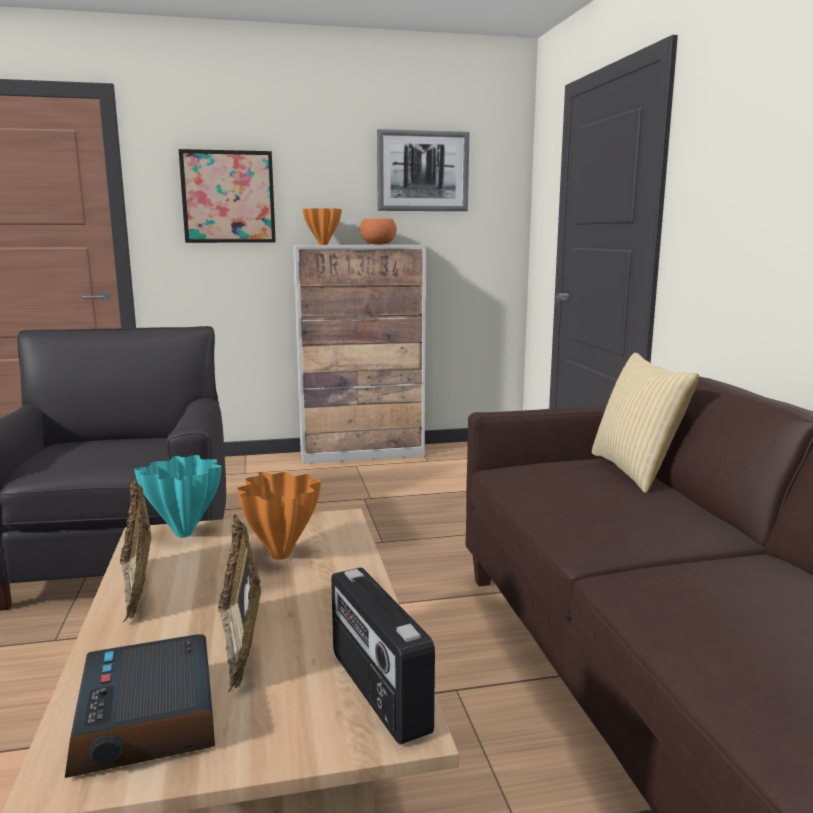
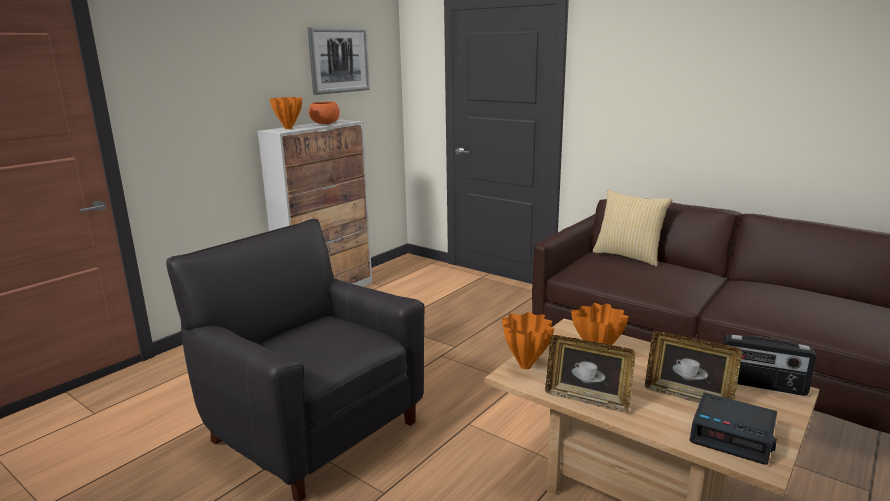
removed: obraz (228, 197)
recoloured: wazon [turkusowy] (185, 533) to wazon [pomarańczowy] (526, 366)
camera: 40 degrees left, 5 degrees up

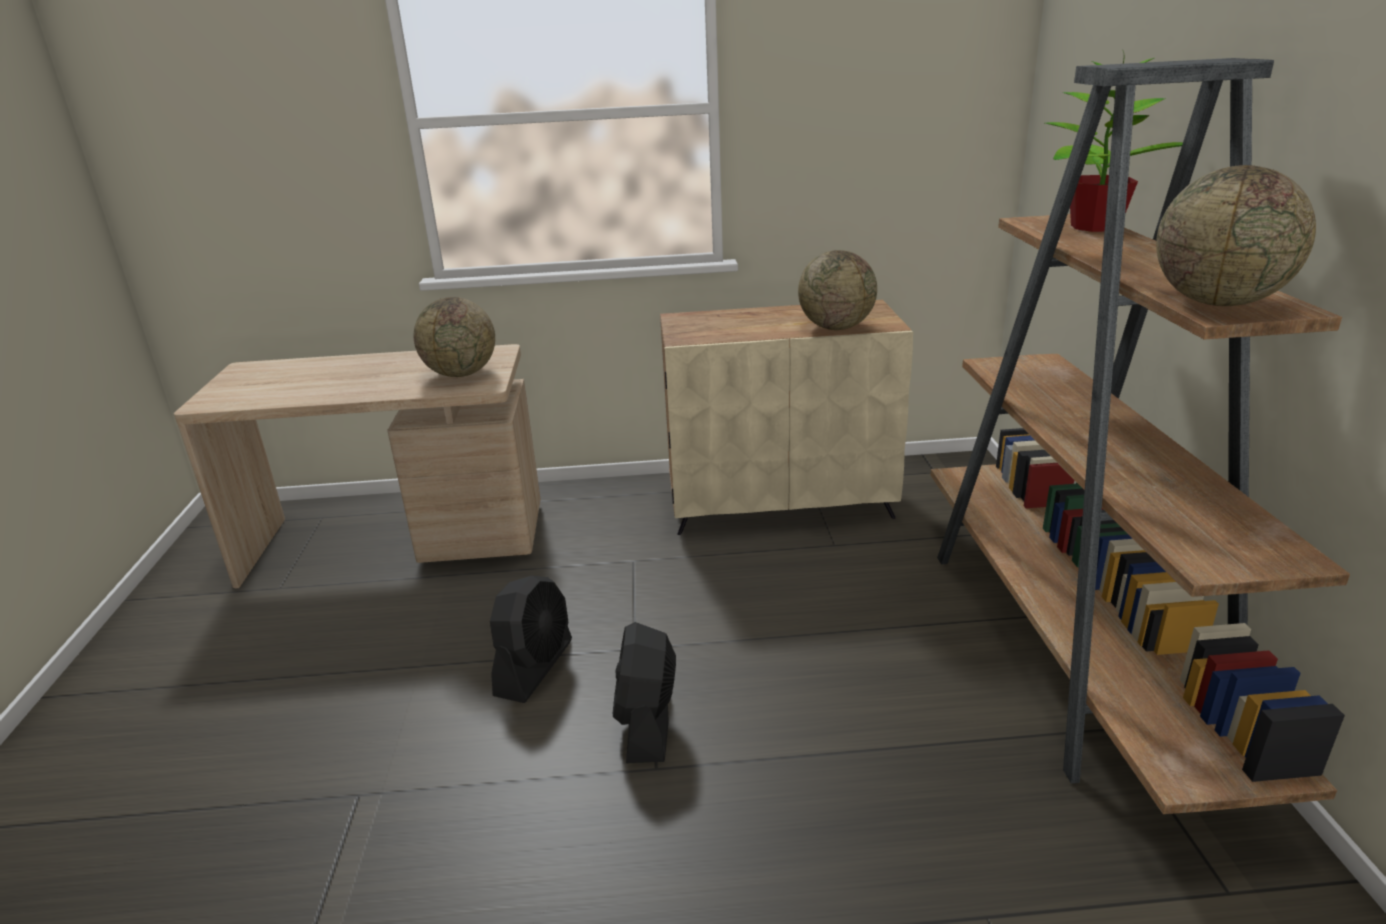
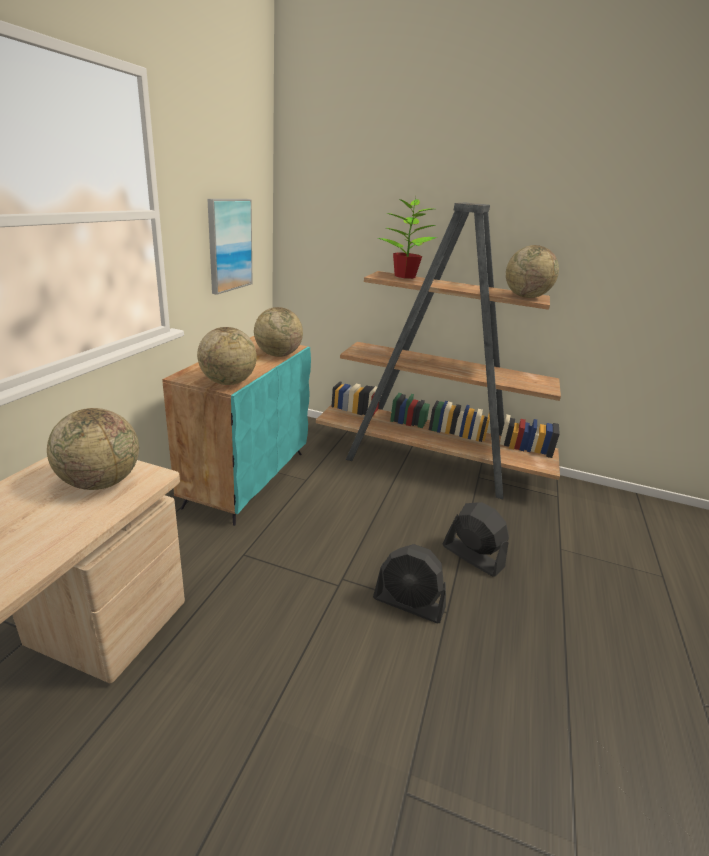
added: obraz (229, 245); globus (228, 382)
moved: wentylator [czarny] (534, 667) to (472, 556)
recoloured: szafka [beżowy] (781, 504) to szafka [turkusowy] (247, 478)
camera: 70 degrees left, 0 degrees up

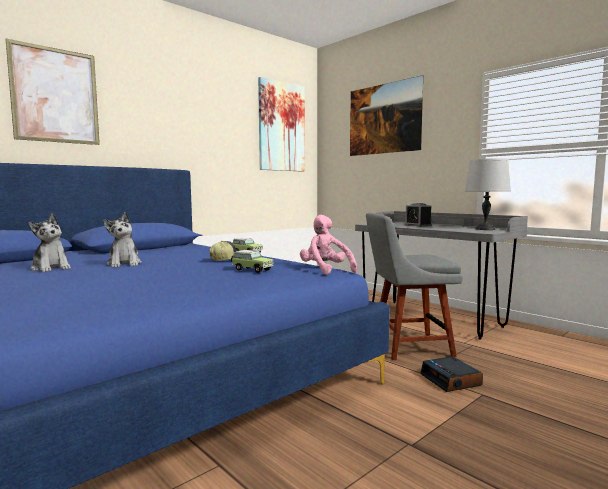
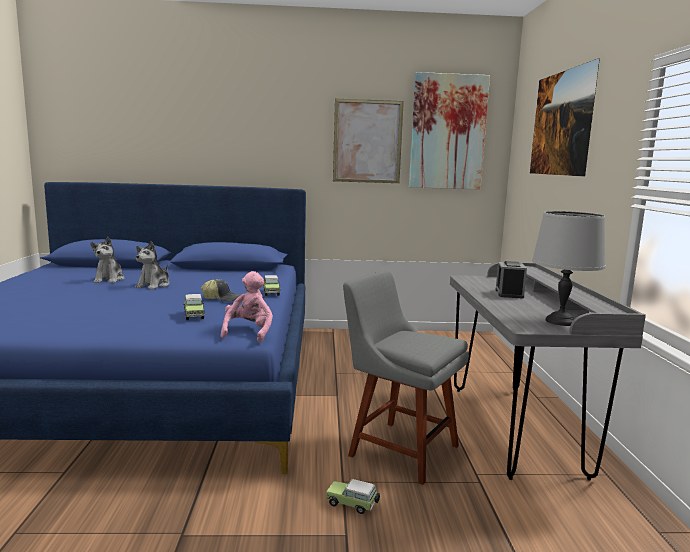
moved: obraz (55, 95) to (367, 141)
replaced: budzik (451, 380) to samochodzik (352, 504)
camera: 40 degrees right, 5 degrees up

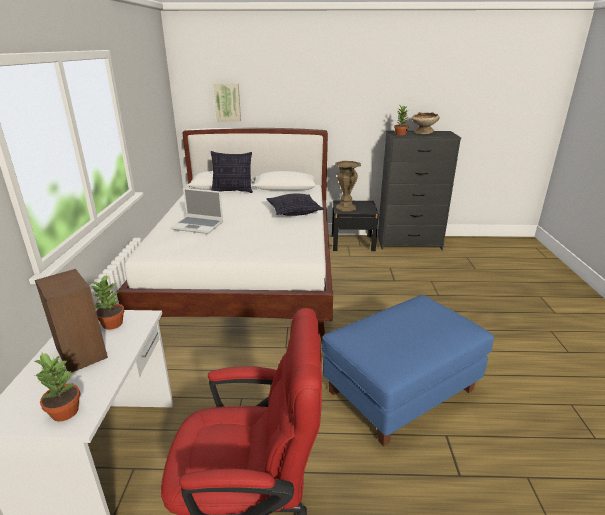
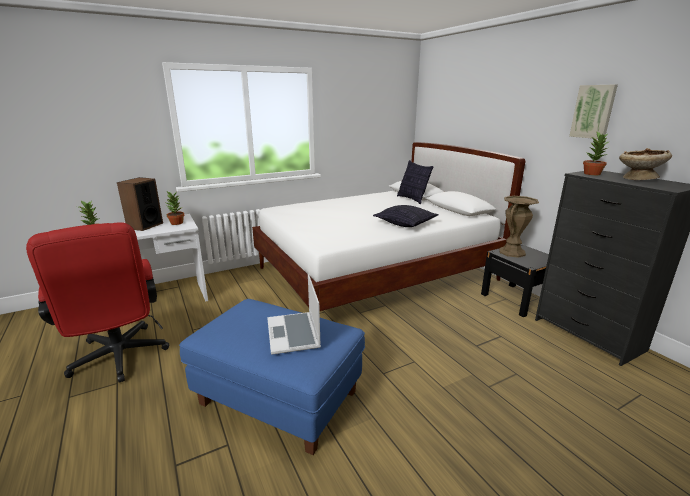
moved: obraz (227, 102) to (593, 111); laptop (198, 226) to (294, 334)
camera: 60 degrees right, 5 degrees down

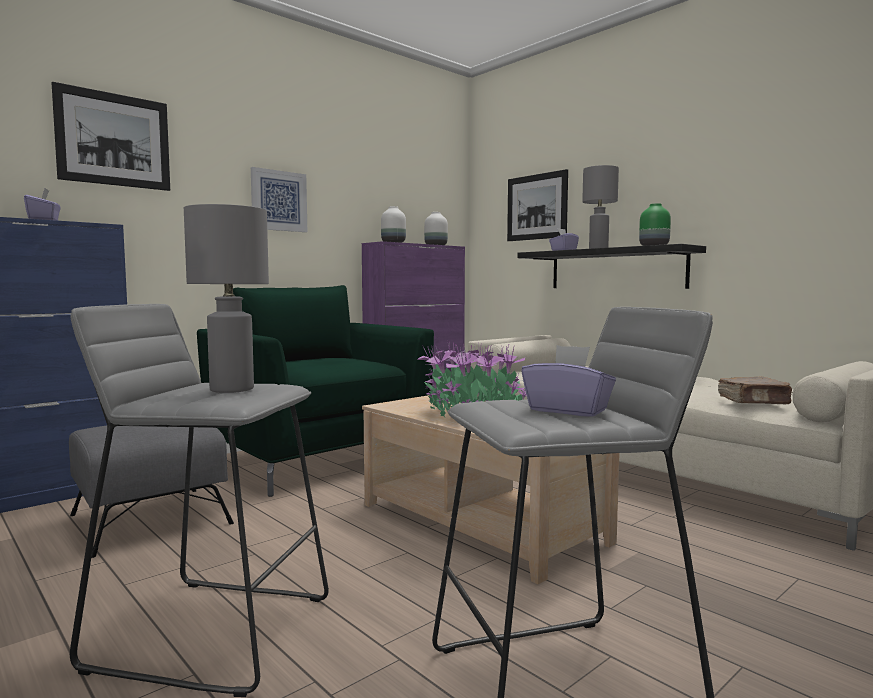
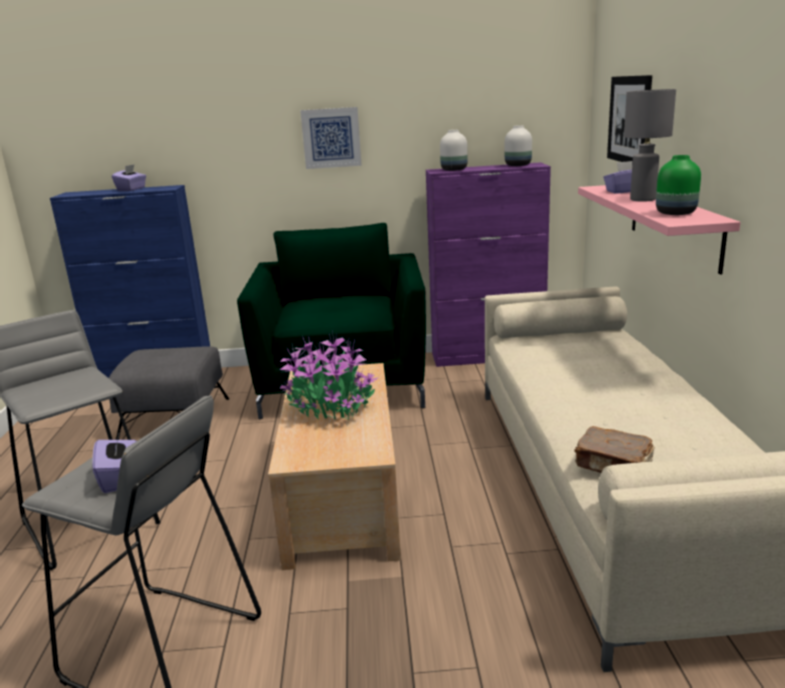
removed: obraz (114, 140); lampa stołowa [szary] (232, 390)
recoloured: półka [czarny] (616, 269) to półka [różowy] (674, 224)
camera: 40 degrees right, 15 degrees up

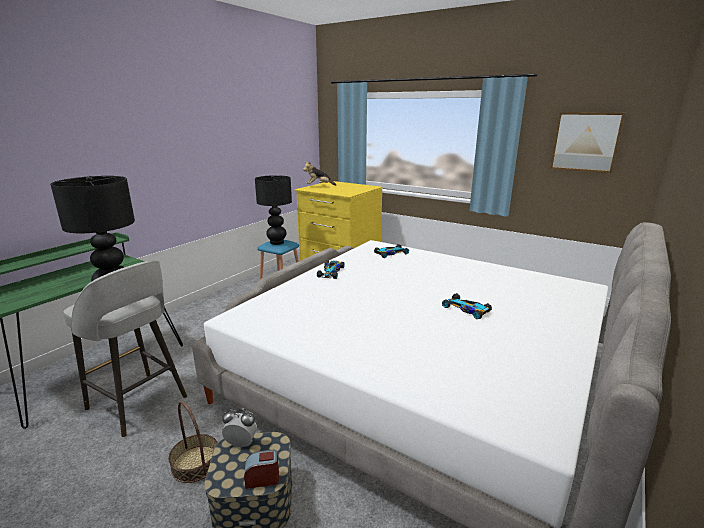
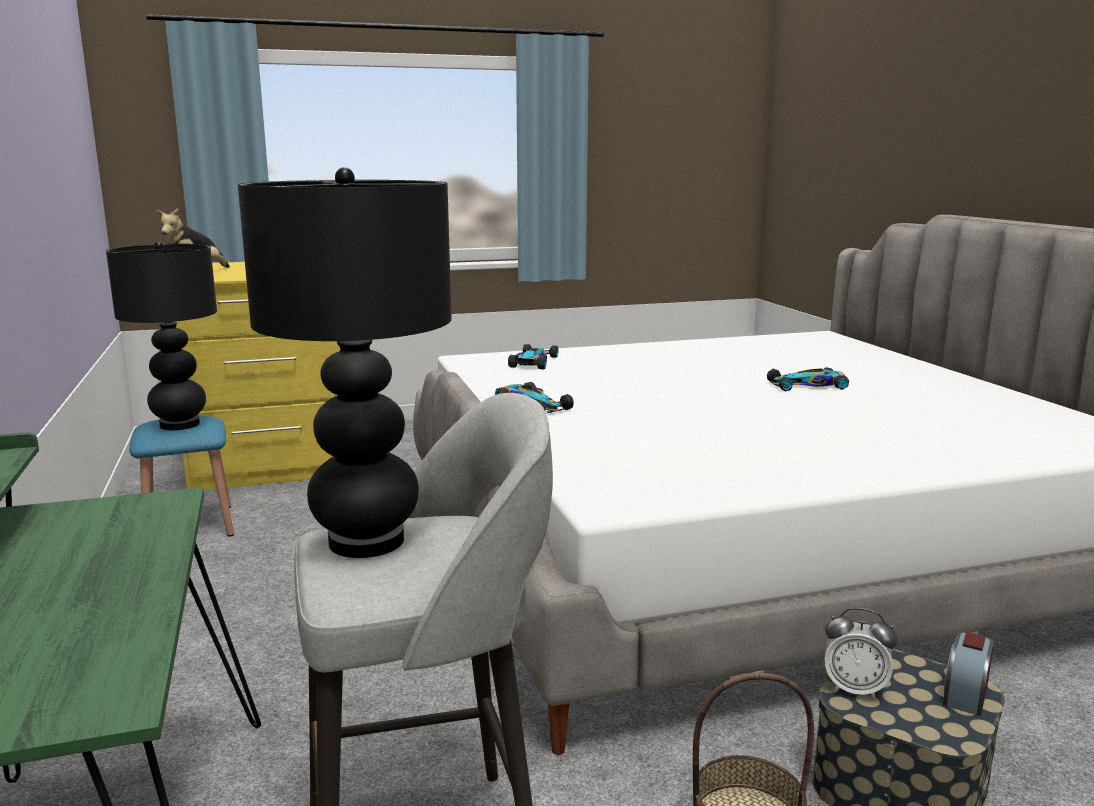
removed: obraz (585, 142)
turned: budzik (241, 443) = (854, 689) 120 degrees counterclockwise
camera: 50 degrees left, 5 degrees down

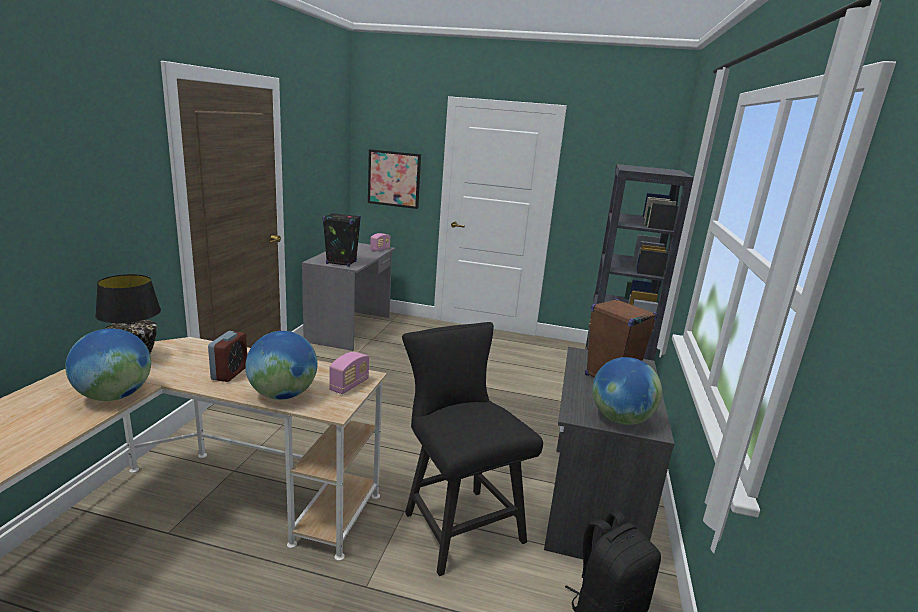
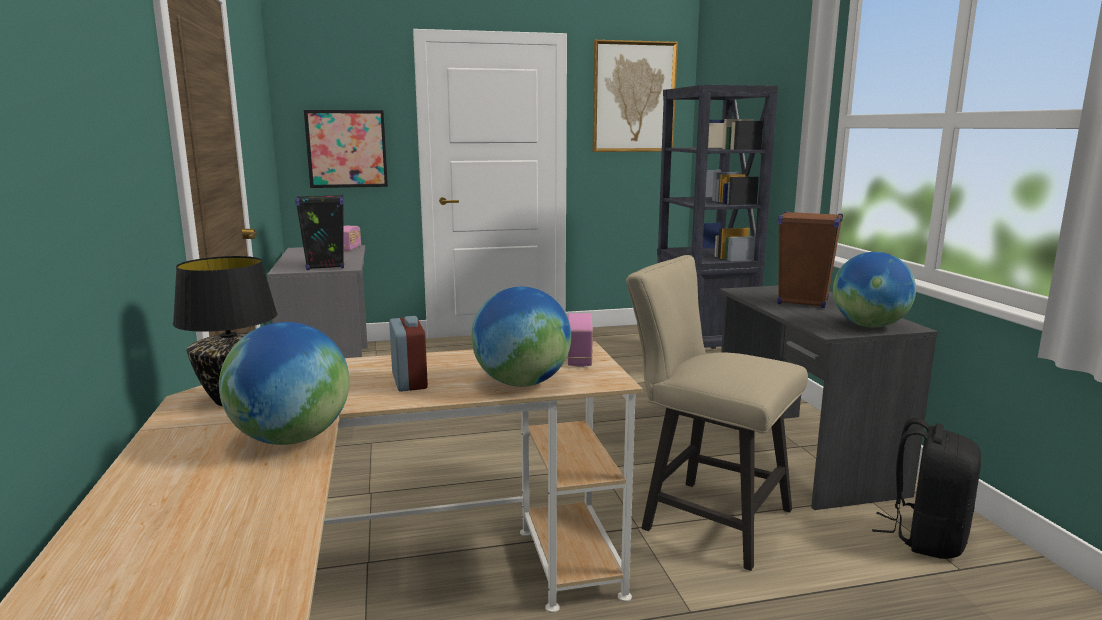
added: obraz (633, 97)
recoloured: krzesło [czarny] (457, 522) to krzesło [beżowy] (706, 517)
camera: 25 degrees left, 5 degrees down

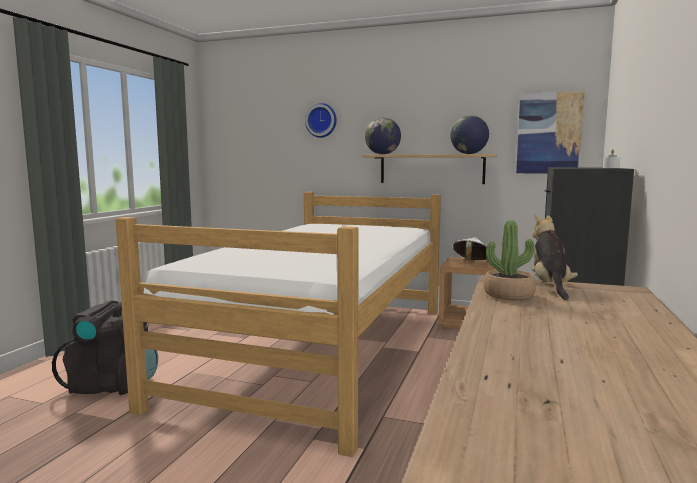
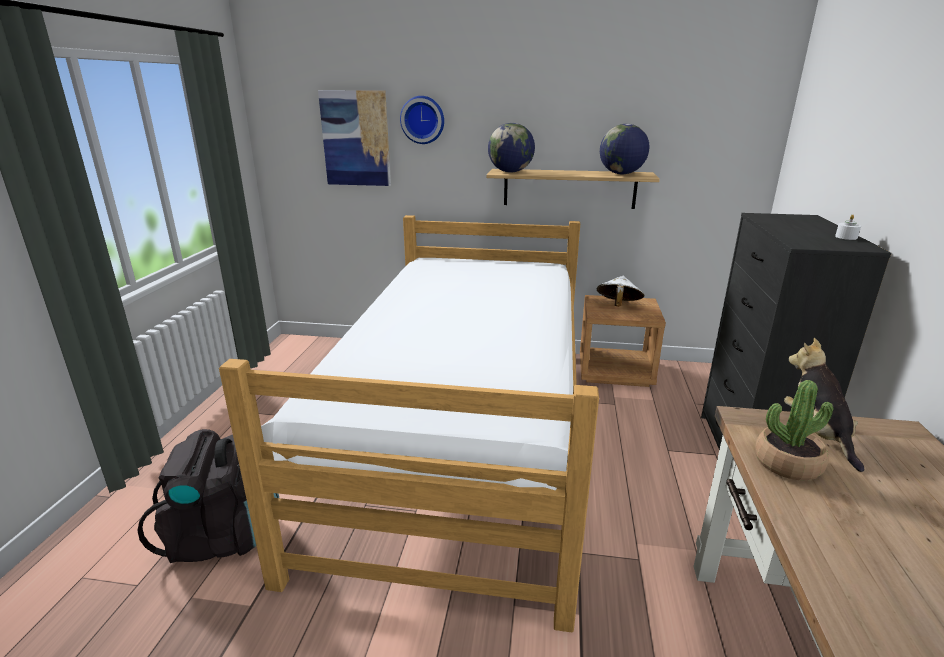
moved: obraz (549, 133) to (356, 139)
camera: 10 degrees left, 15 degrees up

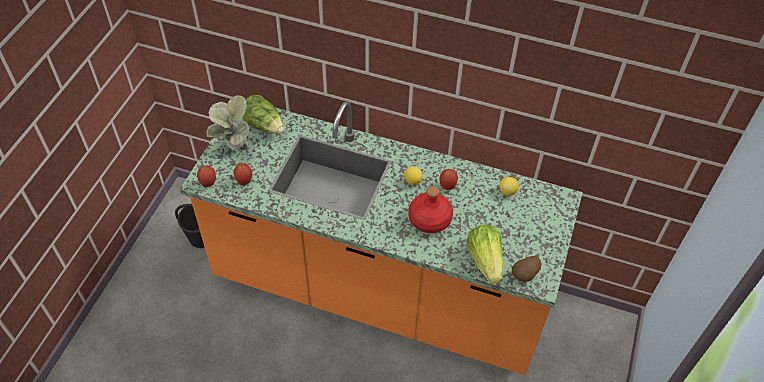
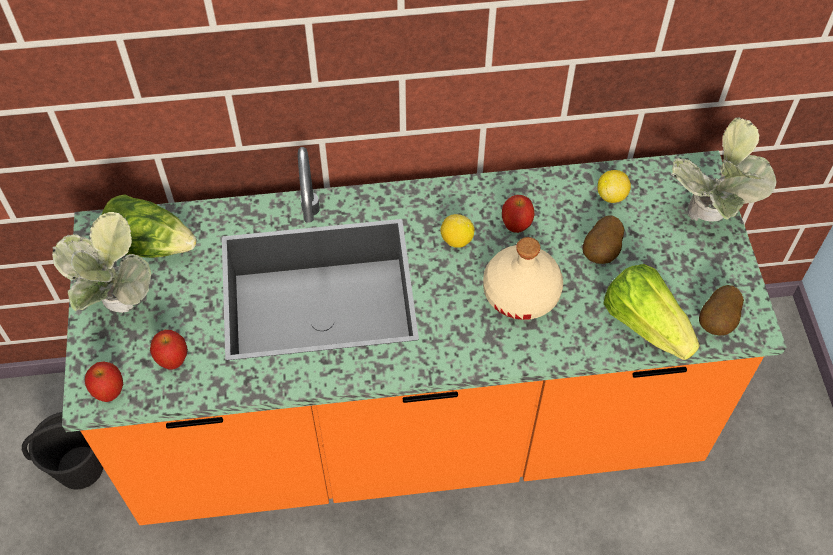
added: roślina doniczkowa (708, 221); ziemniak (602, 252)
recoloured: butelka [czerwony] (430, 219) to butelka [beżowy] (521, 292)
camera: 25 degrees left, 5 degrees up

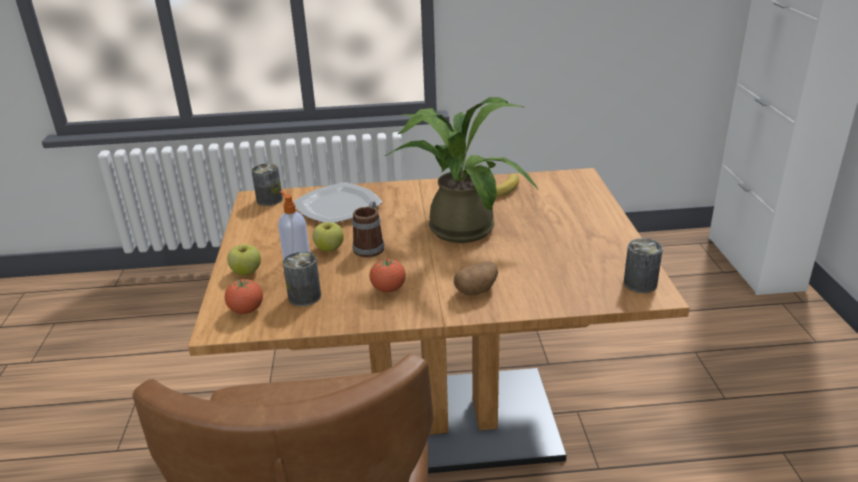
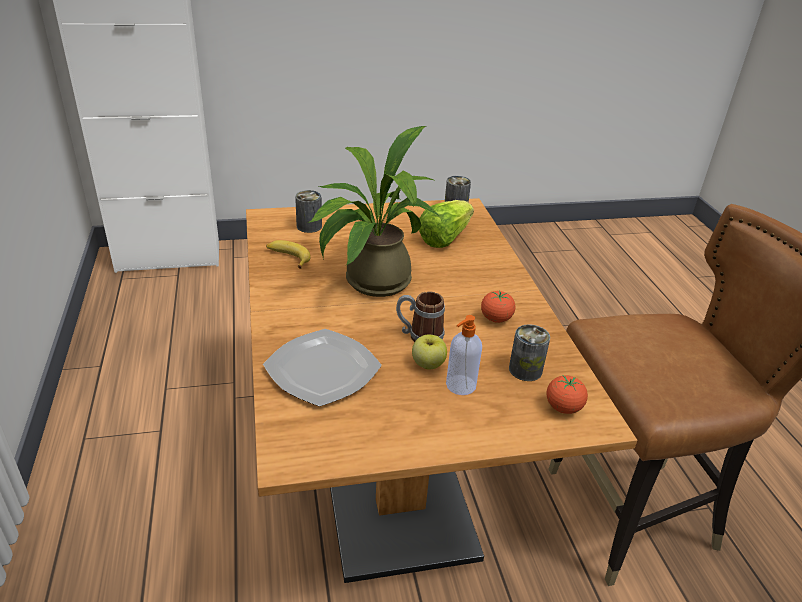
removed: jabłko (246, 272); ziemniak (476, 290)
added: sałata (444, 238)
moved: puszka (269, 200) to (309, 226)
camera: 100 degrees left, 5 degrees up

